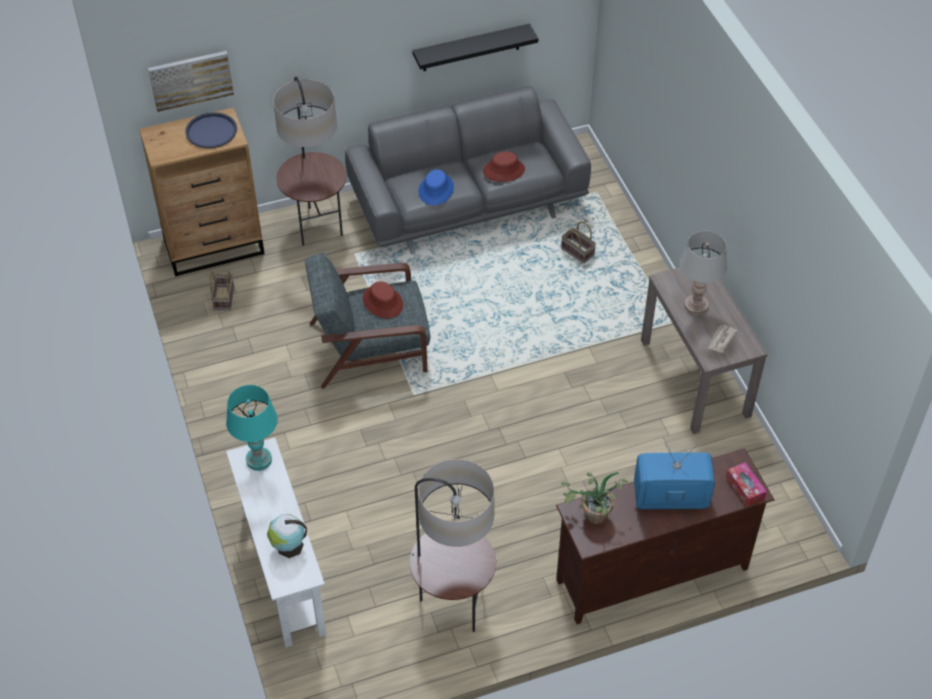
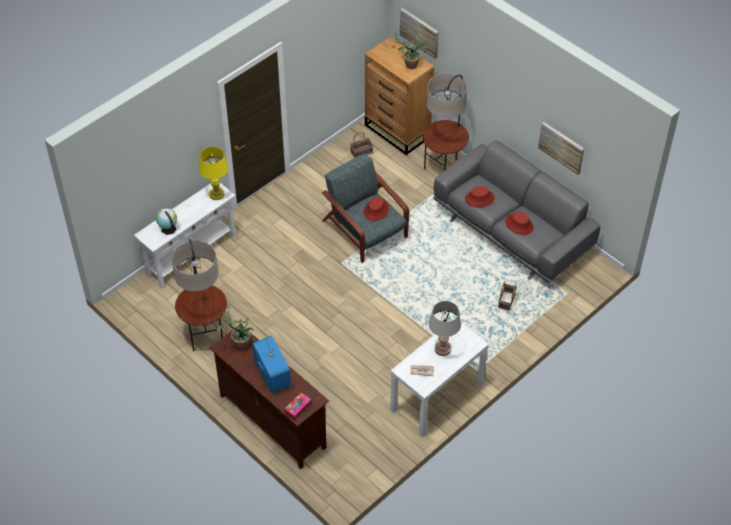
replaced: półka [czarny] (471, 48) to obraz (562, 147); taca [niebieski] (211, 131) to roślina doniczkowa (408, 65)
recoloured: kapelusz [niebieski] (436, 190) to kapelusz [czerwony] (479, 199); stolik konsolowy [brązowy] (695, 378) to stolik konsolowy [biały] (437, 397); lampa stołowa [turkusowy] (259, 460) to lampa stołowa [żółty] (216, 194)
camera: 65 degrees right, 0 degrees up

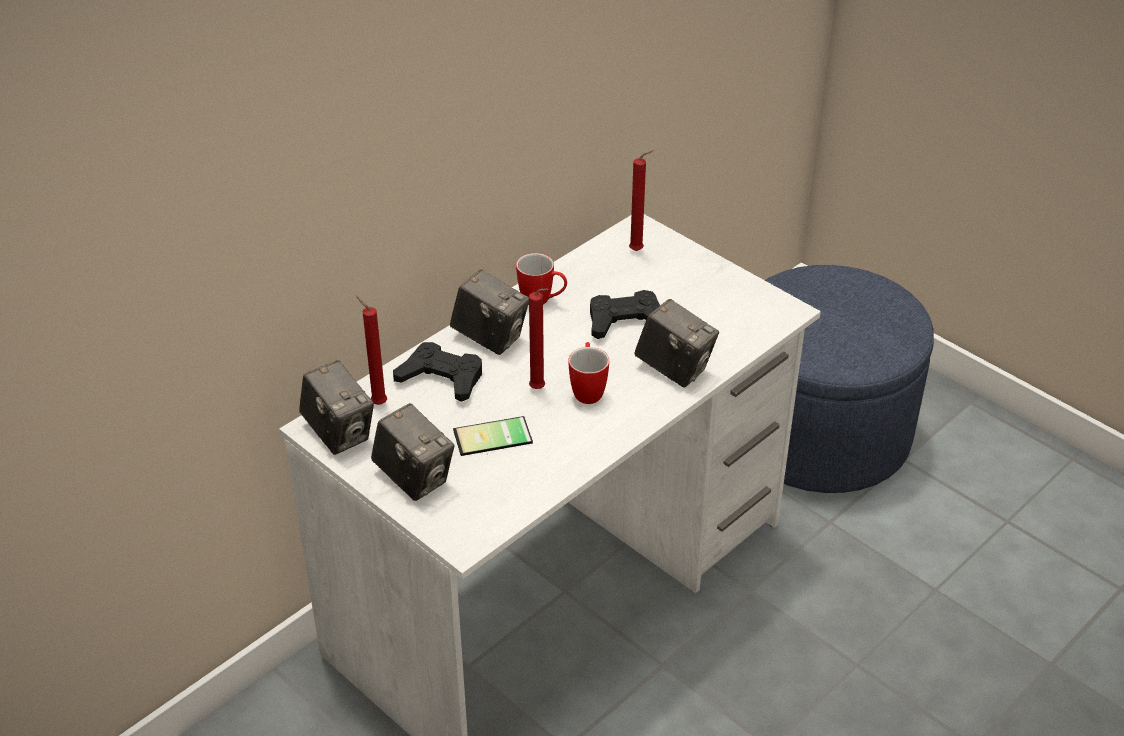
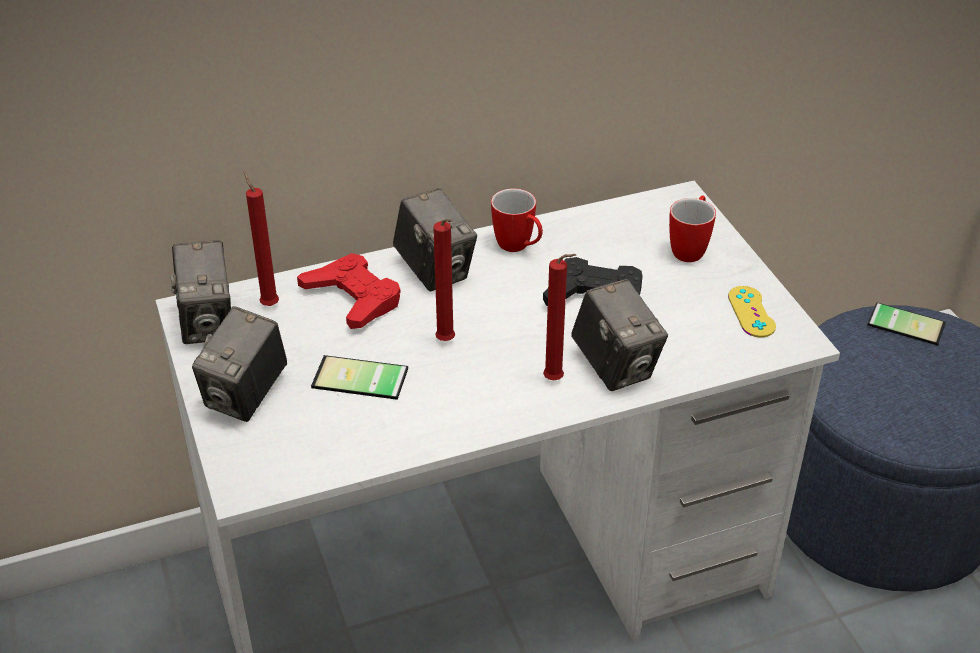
added: pad do gier [żółty] (751, 312); telefon (907, 322)
moved: świeca [czerwony] (638, 251) to (556, 381); kubek (588, 390) to (690, 248)
recoloured: pad do gier [czarny] (441, 378) to pad do gier [czerwony] (353, 298)
turned: aparat fotograficzny (414, 478) = (246, 396) 45 degrees clockwise
camera: 25 degrees right, 0 degrees up

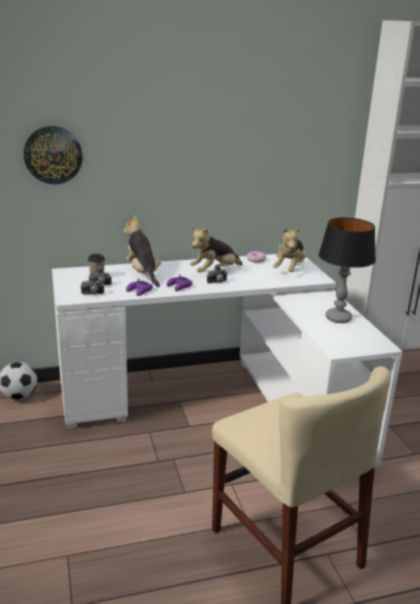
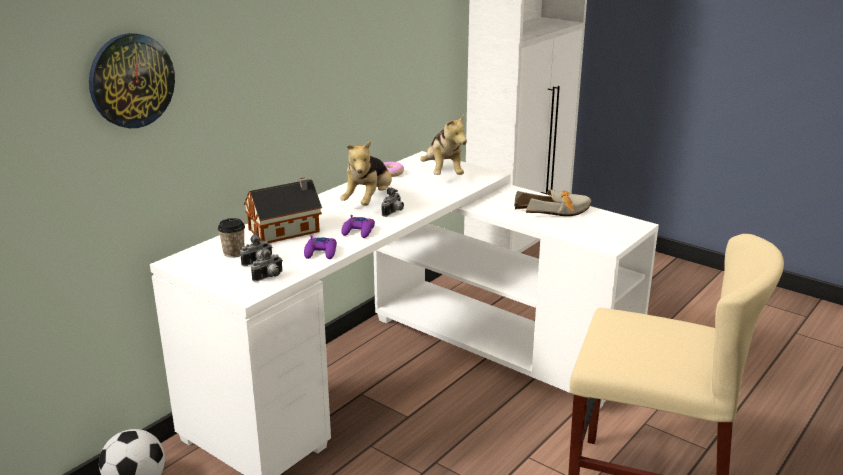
replaced: pluszak (142, 273) to domek (287, 230); lampa stołowa (338, 318) to but (558, 212)
camera: 35 degrees left, 0 degrees up

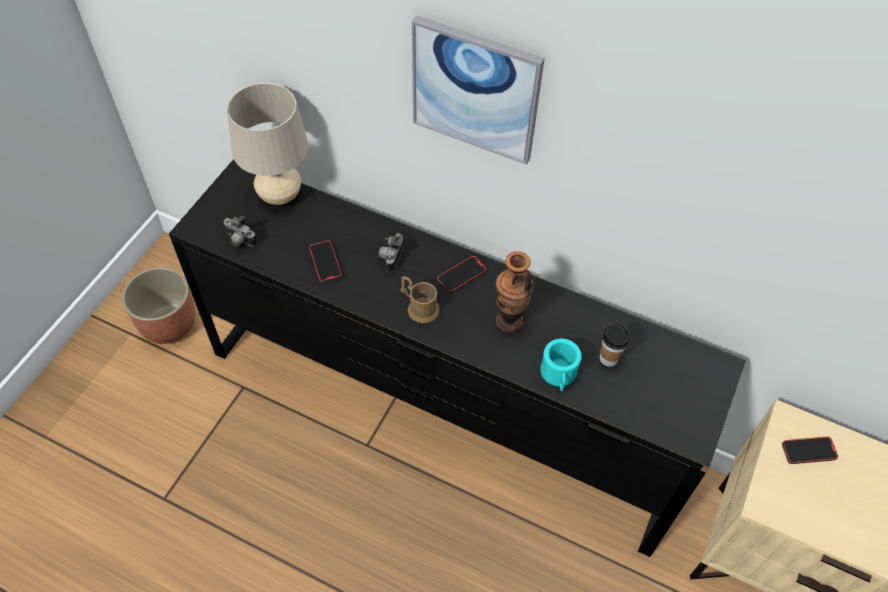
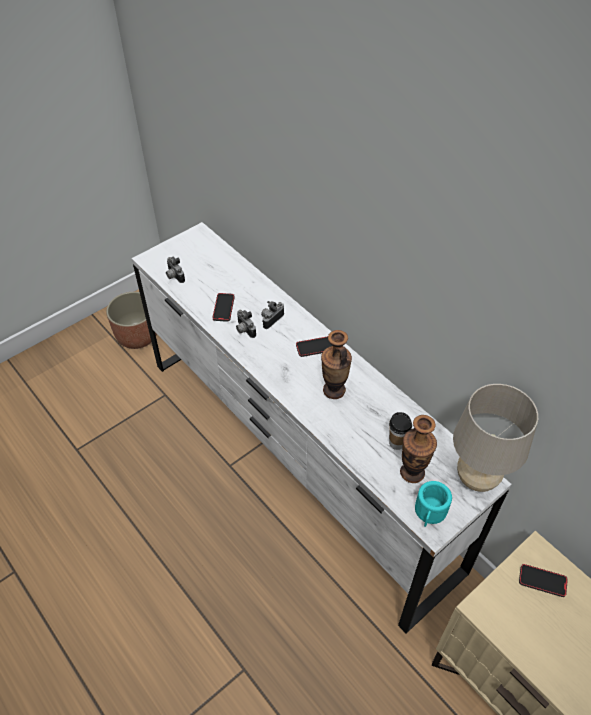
removed: obraz (475, 90); kubek [brązowy] (419, 307)
added: aparat fotograficzny (244, 330); wazon (412, 472)
moved: lampa stołowa [beżowy] (280, 196) to (476, 479); kubek [turkusowy] (558, 375) to (429, 513)
recoloured: komoda [czarny] (440, 408) to komoda [biały] (295, 459)
camera: 25 degrees right, 5 degrees down

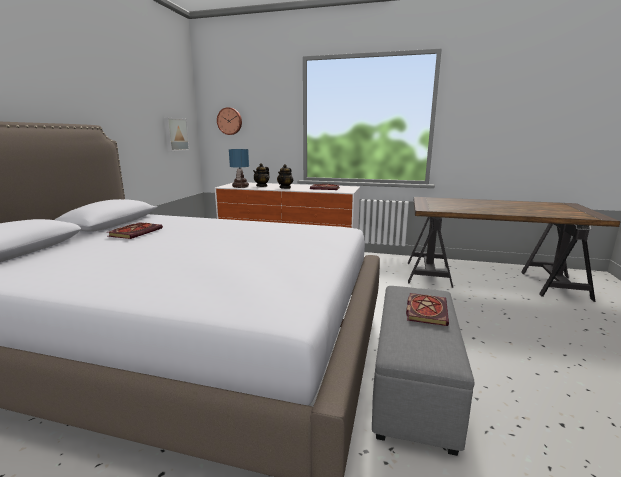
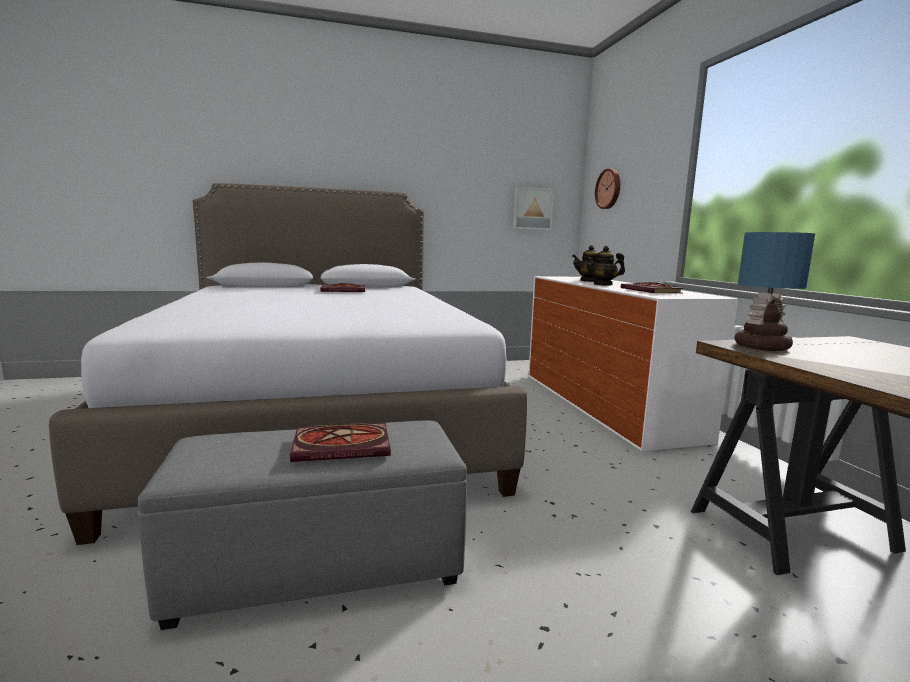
moved: lampa stołowa (240, 187) to (761, 347)
camera: 60 degrees right, 5 degrees down

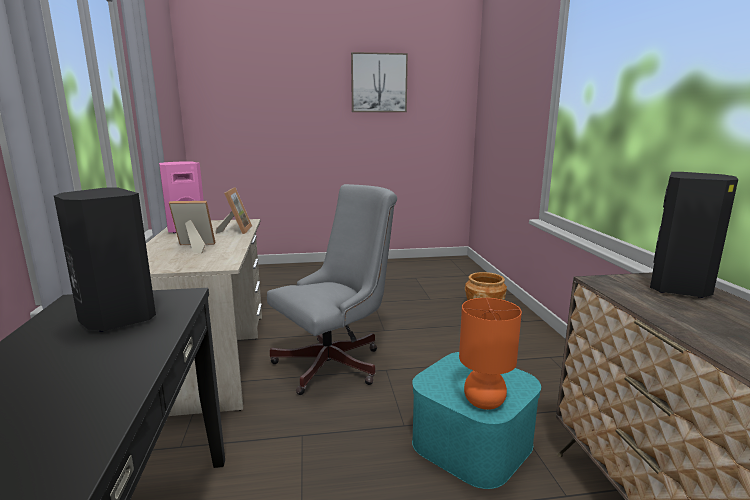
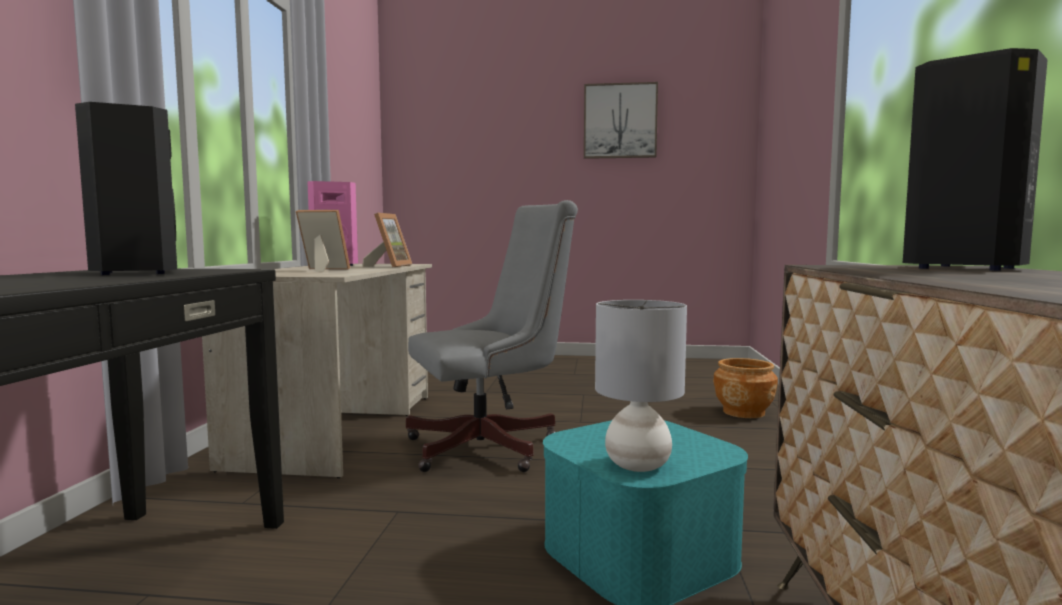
recoloured: lampa stołowa [pomarańczowy] (483, 402) to lampa stołowa [szary] (637, 465)
camera: 15 degrees right, 10 degrees down

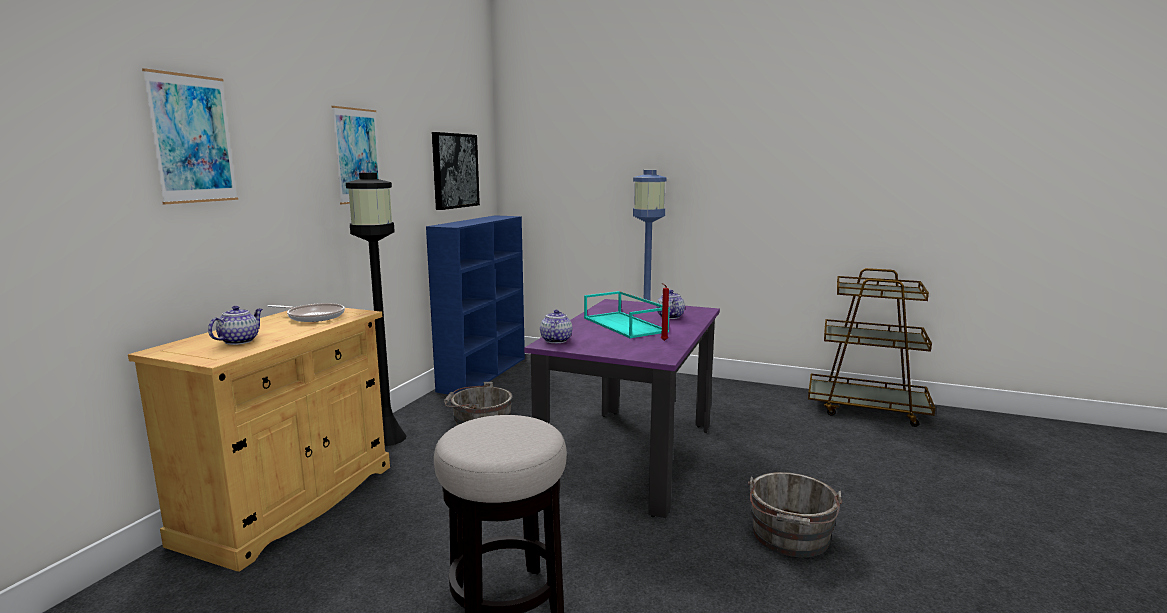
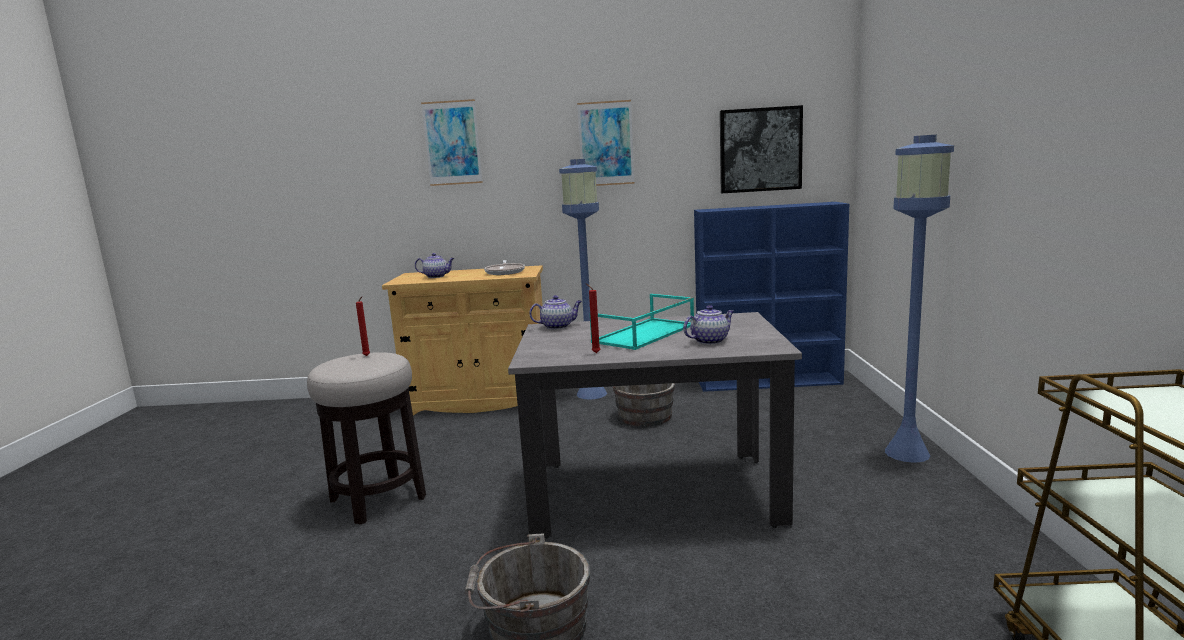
added: świeca [czerwony] (367, 356)
recoloured: lampa stojąca [czarny] (388, 438) to lampa stojąca [niebieski] (592, 393); stół jadalny [fioletowy] (630, 456) to stół jadalny [szary] (653, 493)
camera: 70 degrees right, 0 degrees up

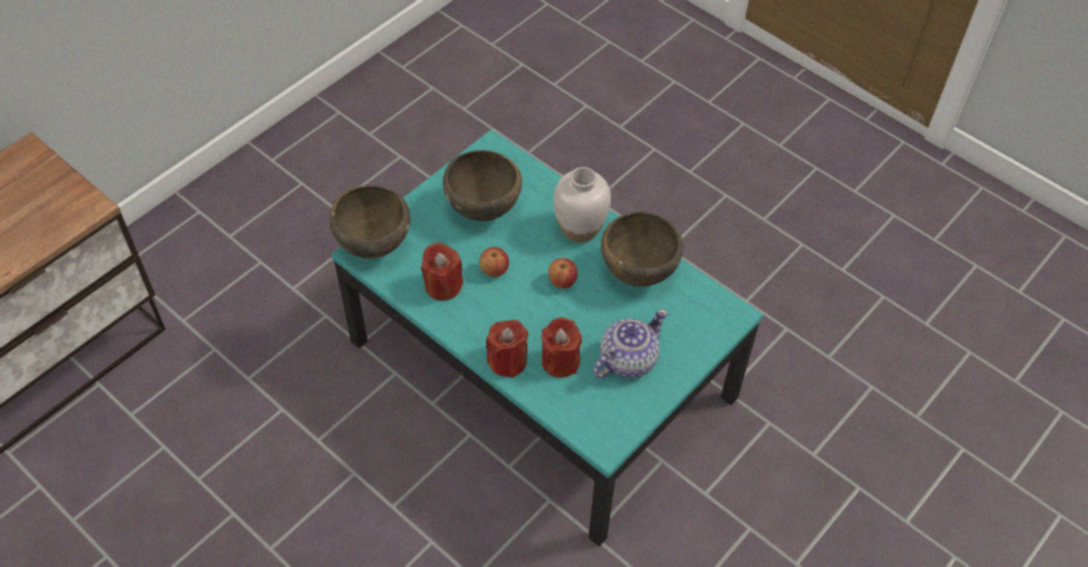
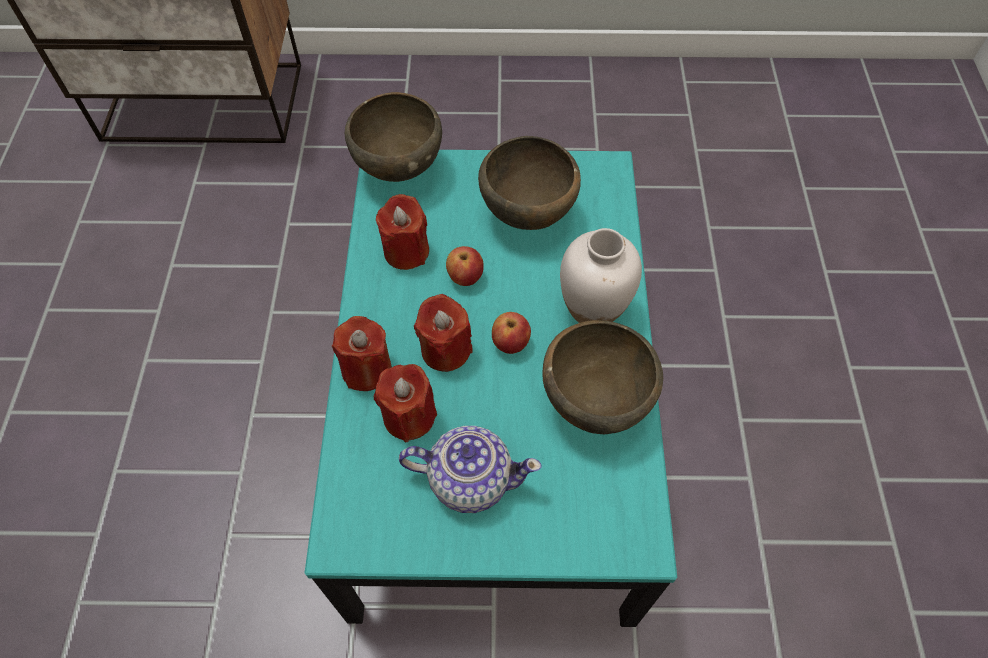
added: świeca [czerwony] (445, 350)
camera: 50 degrees right, 5 degrees up

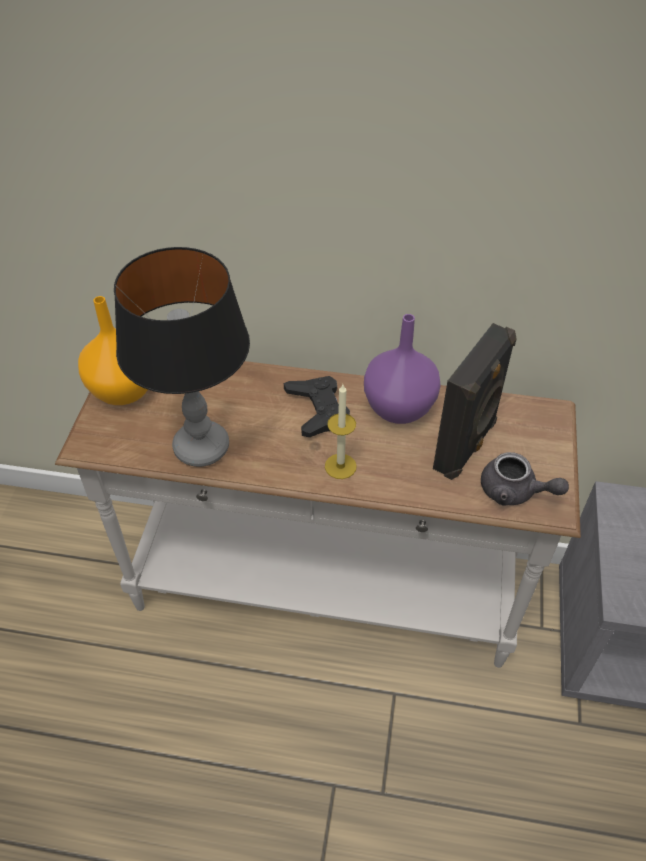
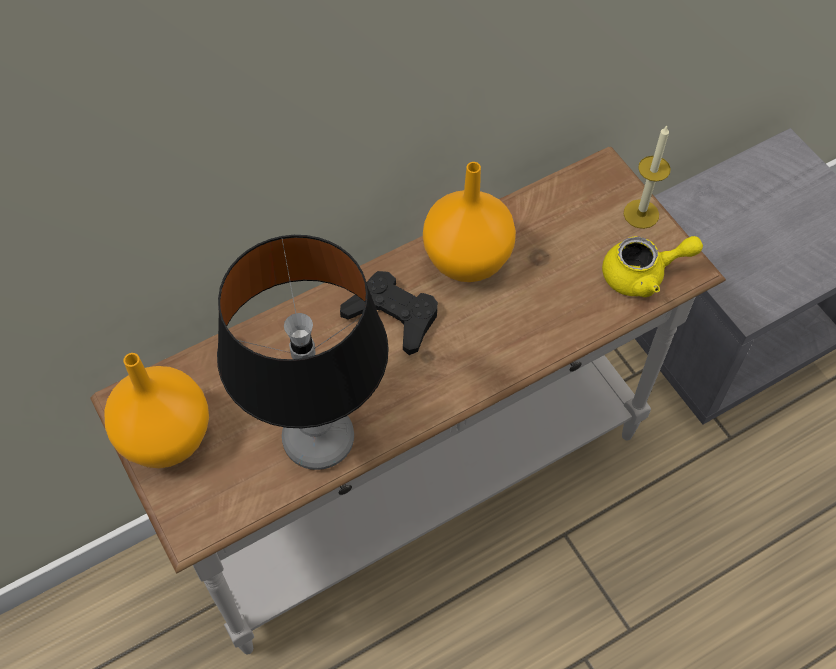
removed: głośnik [czarny] (466, 446)
moved: świeca (340, 466) to (641, 214)
recoloured: wazon [fioletowy] (400, 409) to wazon [pomarańczowy] (469, 260); imbryk [szary] (515, 492) to imbryk [żółty] (643, 275)
camera: 40 degrees left, 10 degrees up

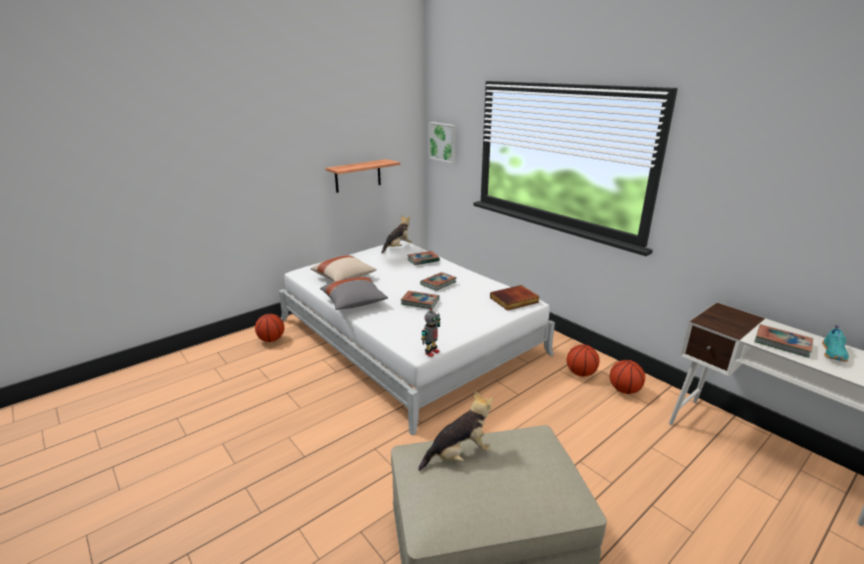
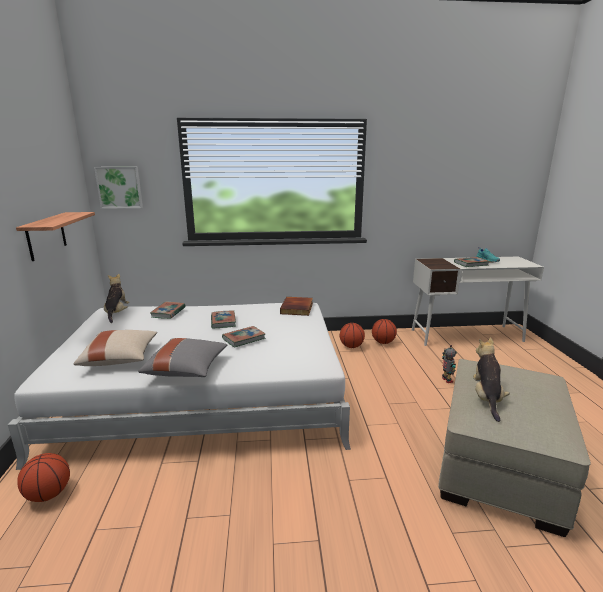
moved: robot zabawkowy (431, 352) to (446, 380)
camera: 55 degrees left, 5 degrees down

